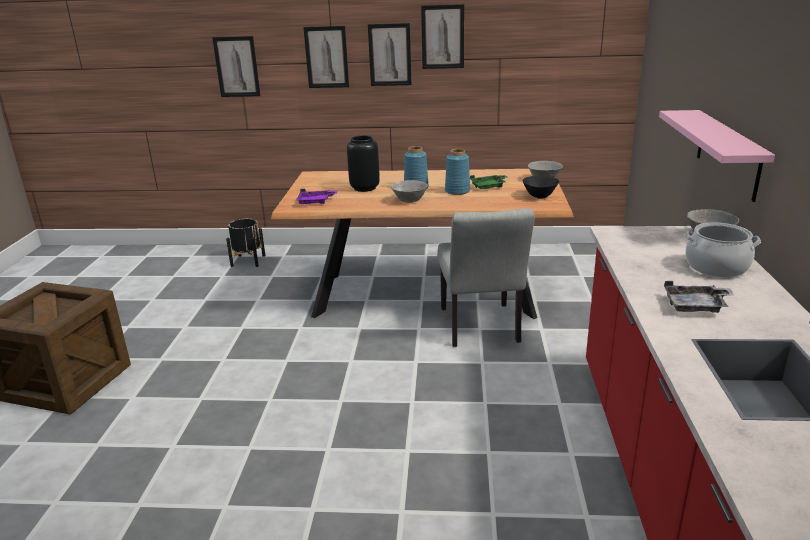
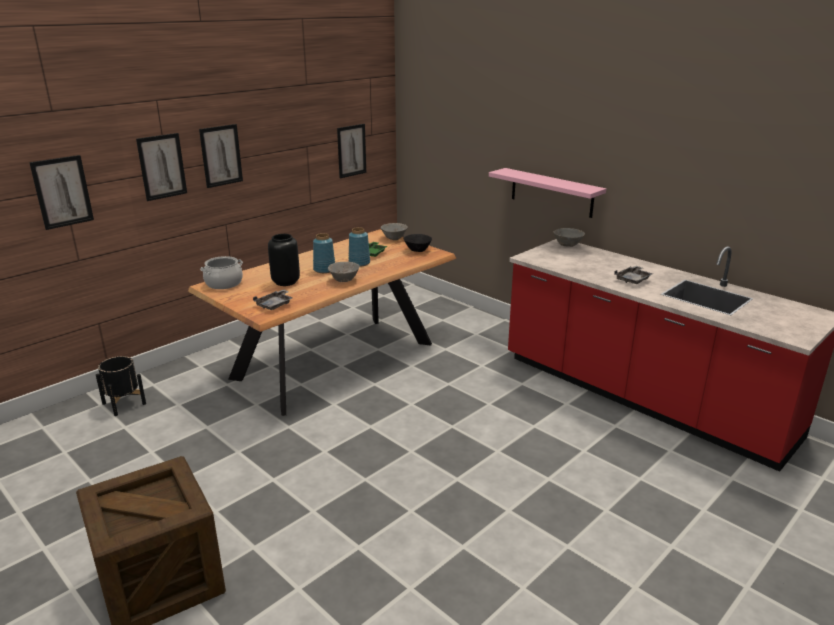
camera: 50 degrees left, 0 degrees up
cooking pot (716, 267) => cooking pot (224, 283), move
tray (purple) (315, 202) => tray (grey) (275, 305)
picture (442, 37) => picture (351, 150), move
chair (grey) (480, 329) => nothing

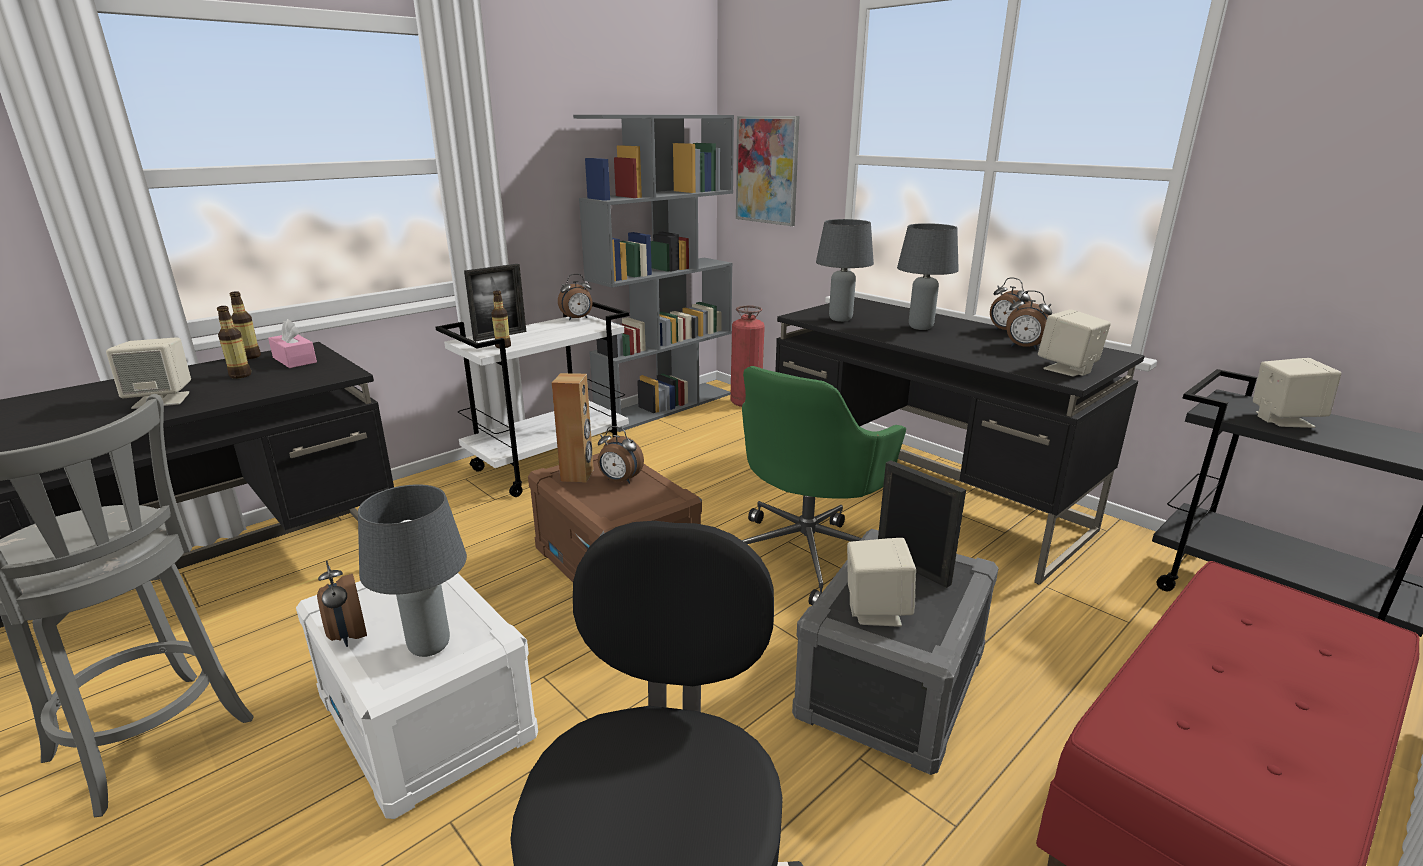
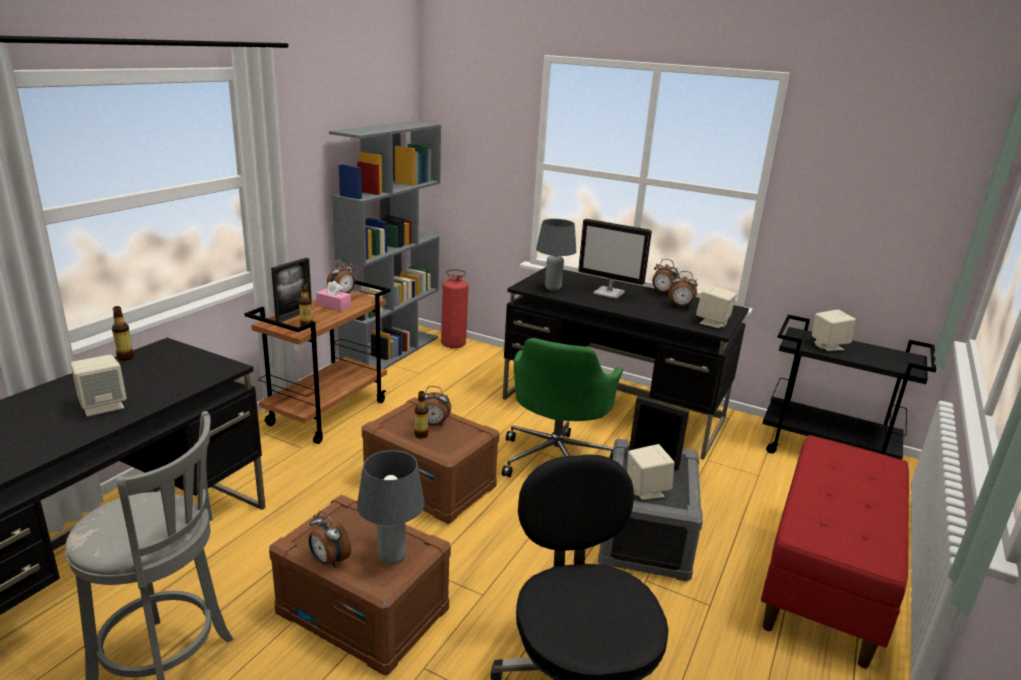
camera: 20 degrees left, 0 degrees up
cart (white) (550, 463) => cart (brown) (328, 412)
storage box (white) (428, 717) => storage box (brown) (364, 611)
tissue box (pink) (294, 360) => tissue box (pink) (334, 305), move
bottle (240, 375) => bottle (421, 435), move
table lamp (grey) (921, 327) => monitor (609, 293)
speaker (brown) (577, 475) => nothing
picture (767, 170) => nothing

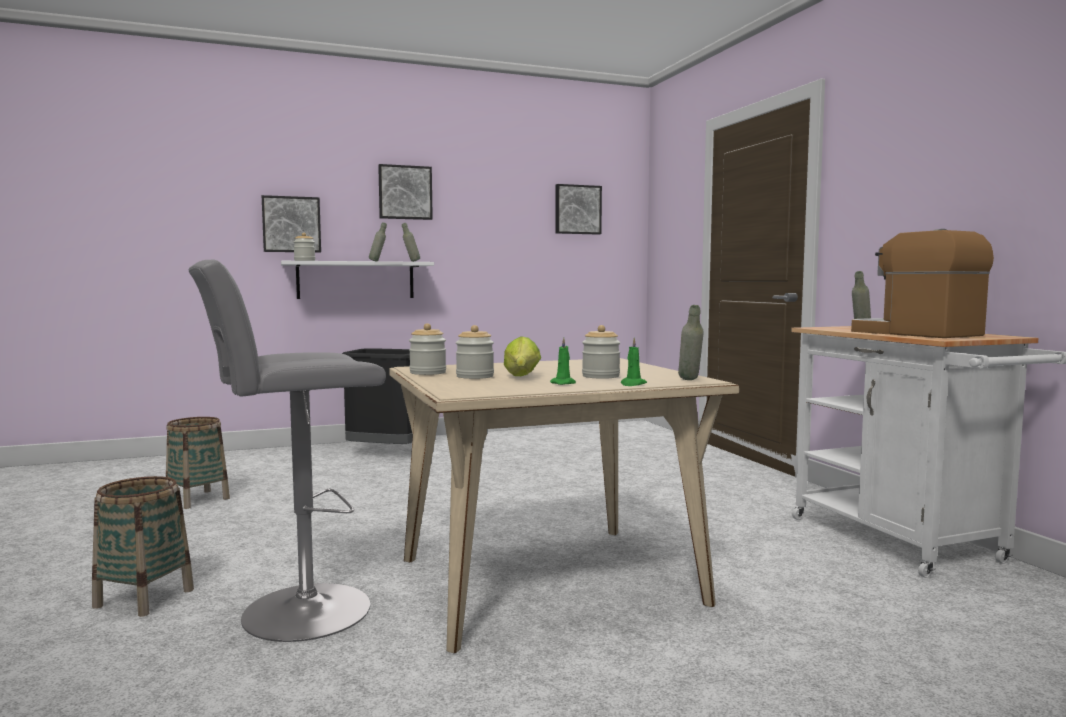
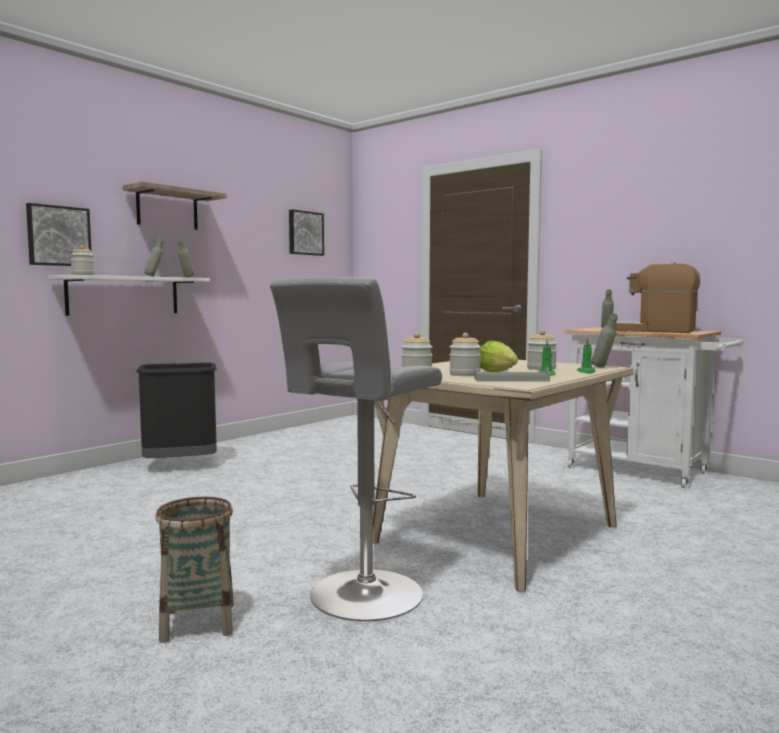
camera: 30 degrees left, 0 degrees up
picture (405, 192) => shelf (167, 209)
nothing => tray (grey) (511, 380)
basket (197, 499) => nothing

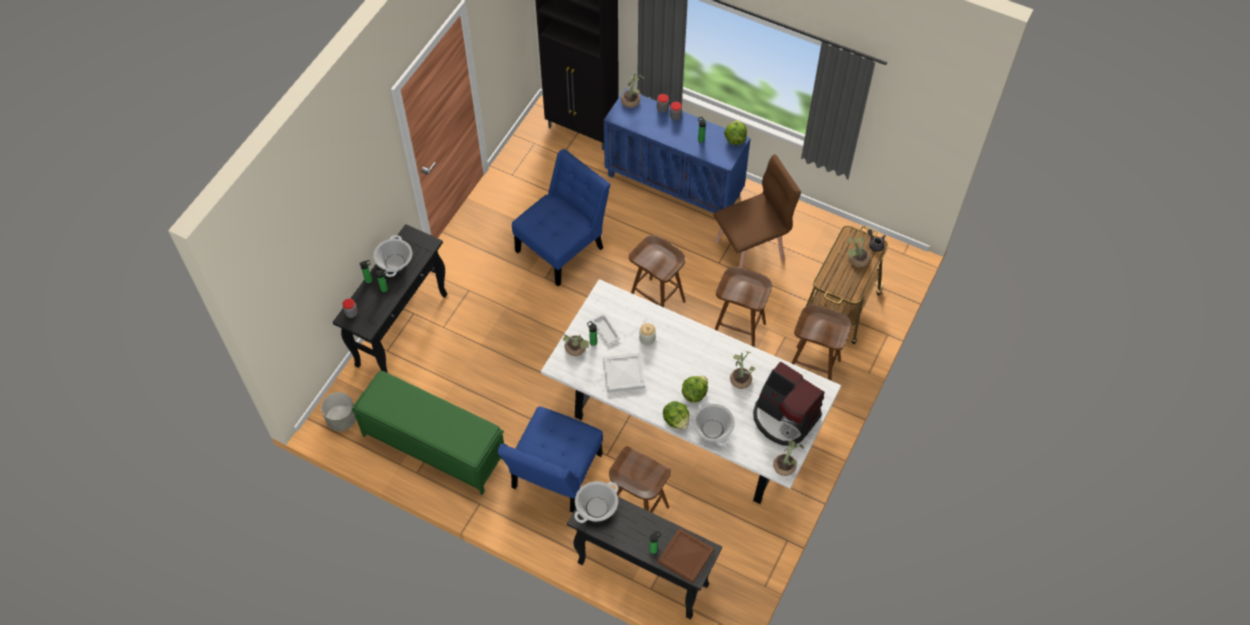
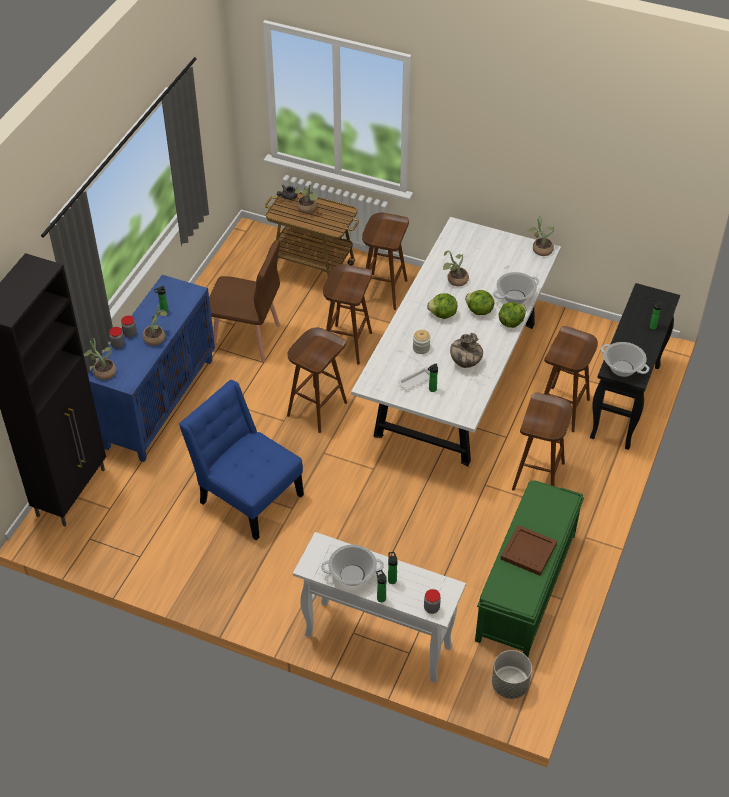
camera: 95 degrees left, 10 degrees down
potted plant (576, 350) => potted plant (157, 337), move
chair (brown) (750, 250) => chair (brown) (246, 338), 135 degrees clockwise
console table (black) (402, 329) => console table (white) (376, 641)
lettuce (735, 139) => lettuce (442, 315), move
tray (white) (624, 373) => vase (465, 362)
tray (brown) (684, 556) => tray (brown) (529, 552), move
chair (blue) (554, 475) => stool (brown) (538, 477)
coffee machine (784, 417) => nothing

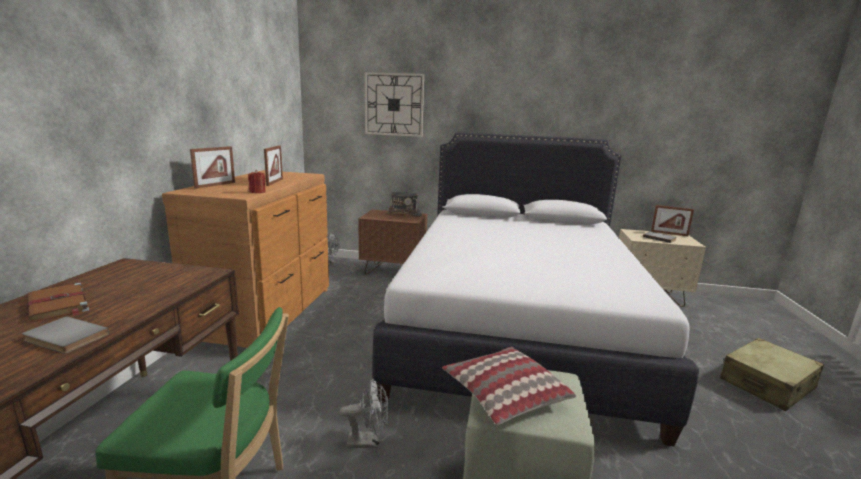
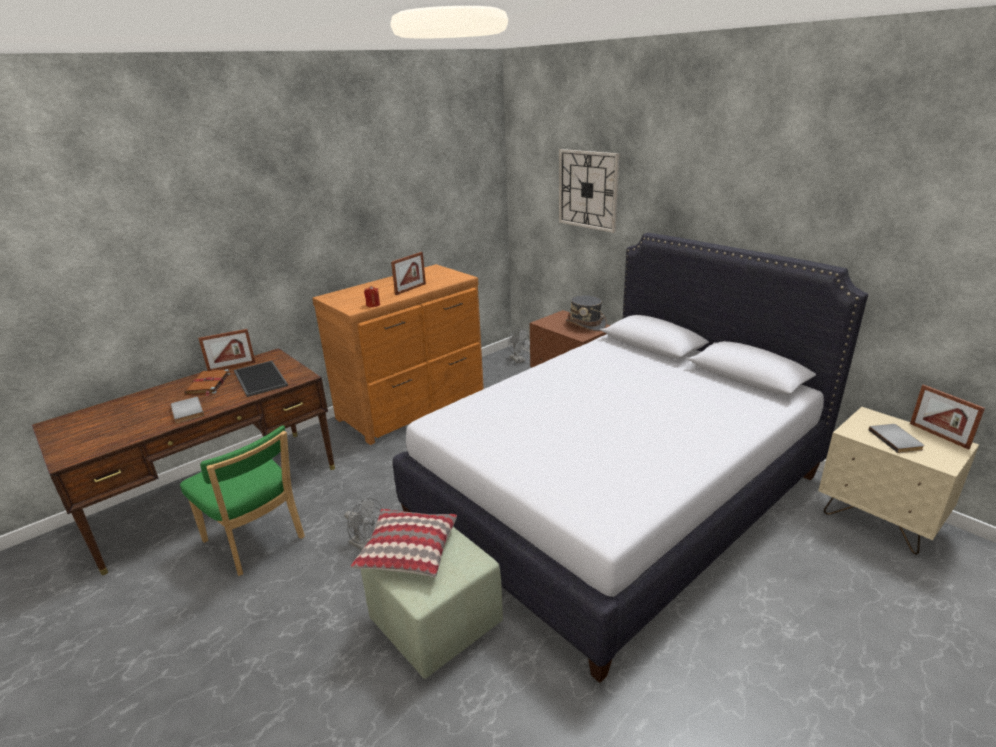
camera: 40 degrees right, 10 degrees up
picture frame (215, 185) => picture frame (232, 367), move
nothing => tray (259, 378)
suitcase (beige) (767, 384) => nothing

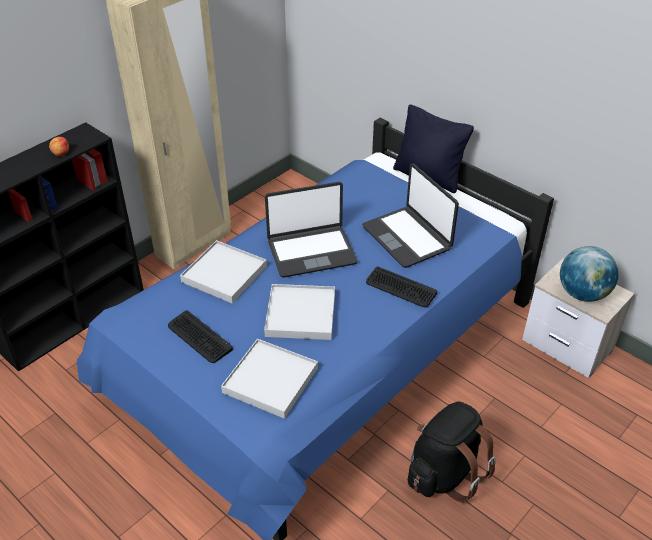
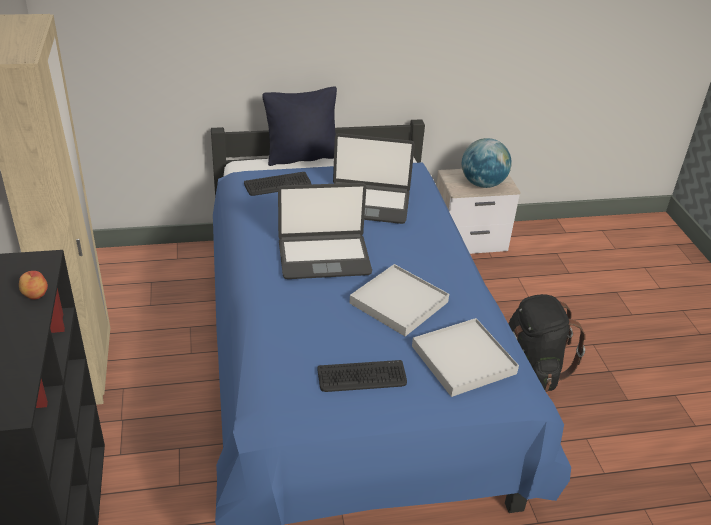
camera: 55 degrees left, 5 degrees down
keyboard (400, 288) => keyboard (278, 185), move
laptop (311, 252) => laptop (324, 257), 60 degrees clockwise
tray (white) (224, 274) => nothing

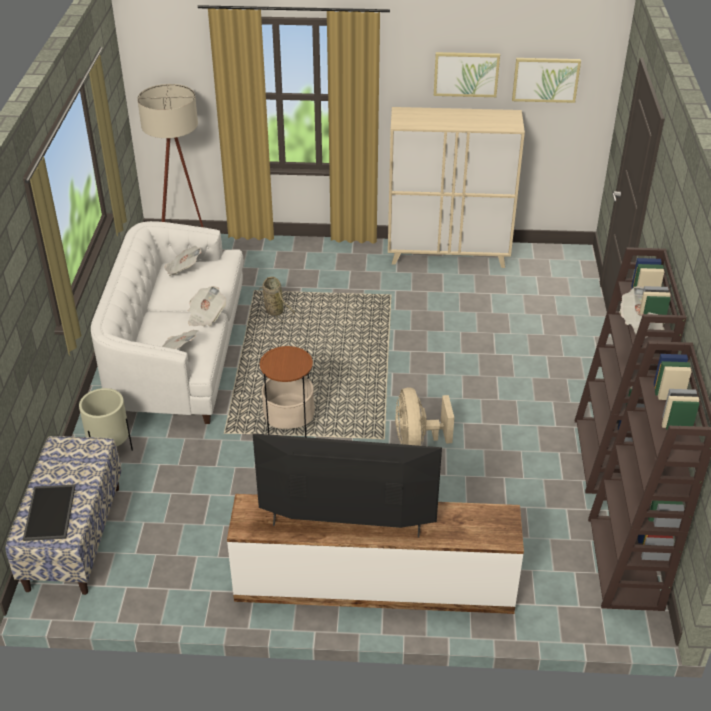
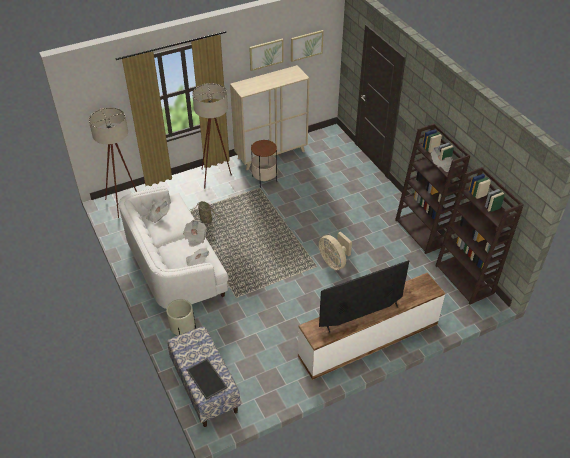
camera: 30 degrees left, 5 degrees up
nothing => floor lamp (beige) (216, 177)
side table (289, 425) => side table (264, 179), move

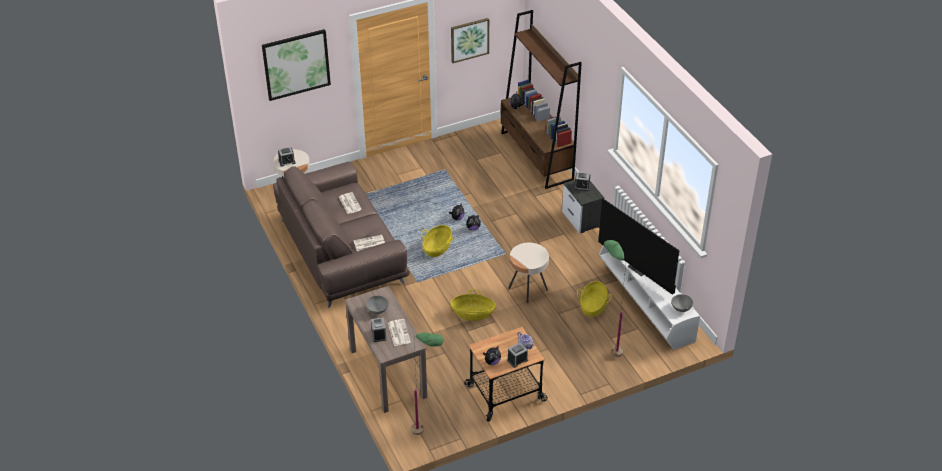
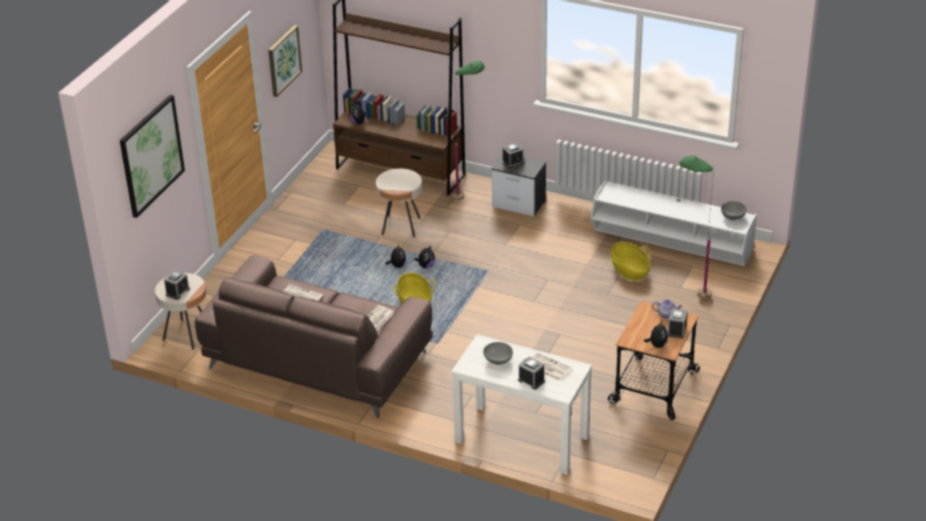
camera: 40 degrees left, 5 degrees down
side table (beige) (528, 289) => side table (beige) (401, 226), move
floor lamp (green) (428, 435) => floor lamp (green) (468, 197), move
console table (brown) (387, 373) => console table (white) (521, 439)
basket (472, 314) => nothing
television (639, 268) => nothing

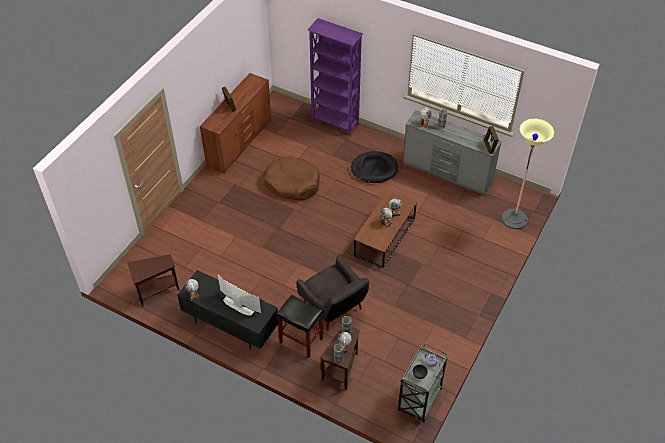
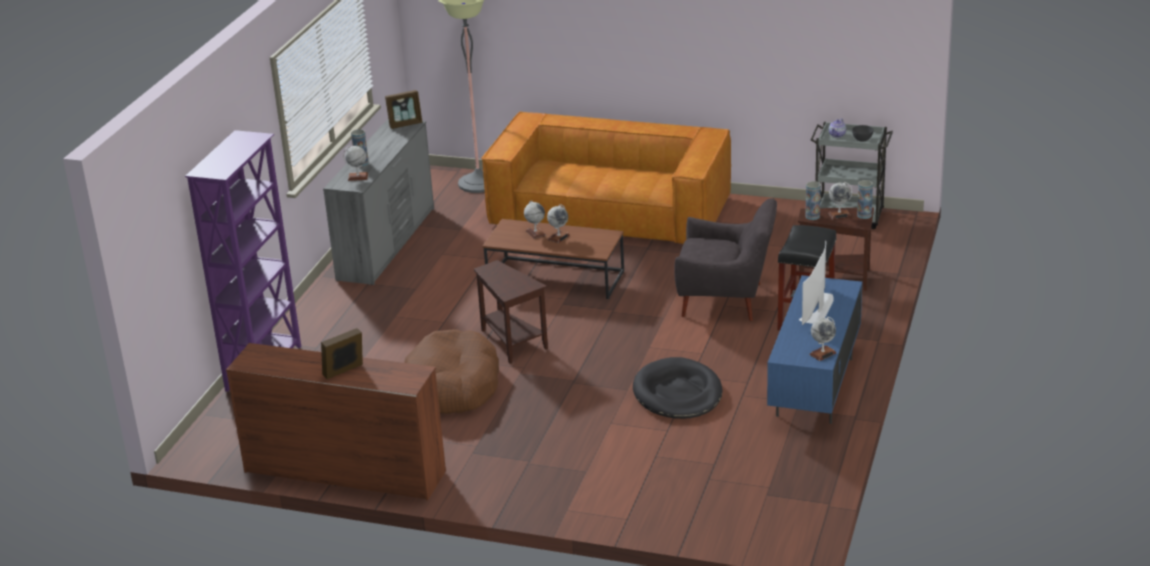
camera: 100 degrees left, 20 degrees down
side table (brown) (156, 291) => side table (brown) (512, 343), move
nothing => sofa (brown) (610, 212)
dog bed (black) (374, 169) => dog bed (black) (677, 393), move
armchair (grey) (334, 308) => armchair (grey) (726, 301), 60 degrees clockwise
tv stand (black) (230, 325) => tv stand (blue) (815, 388)

